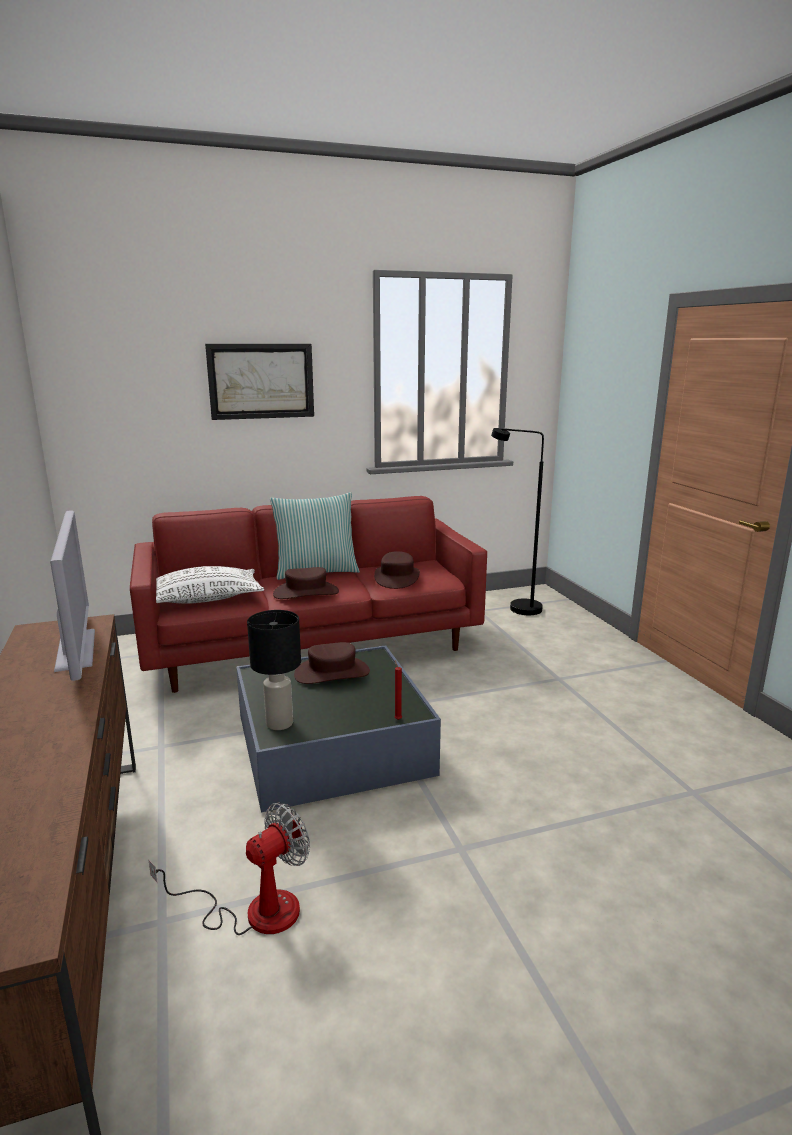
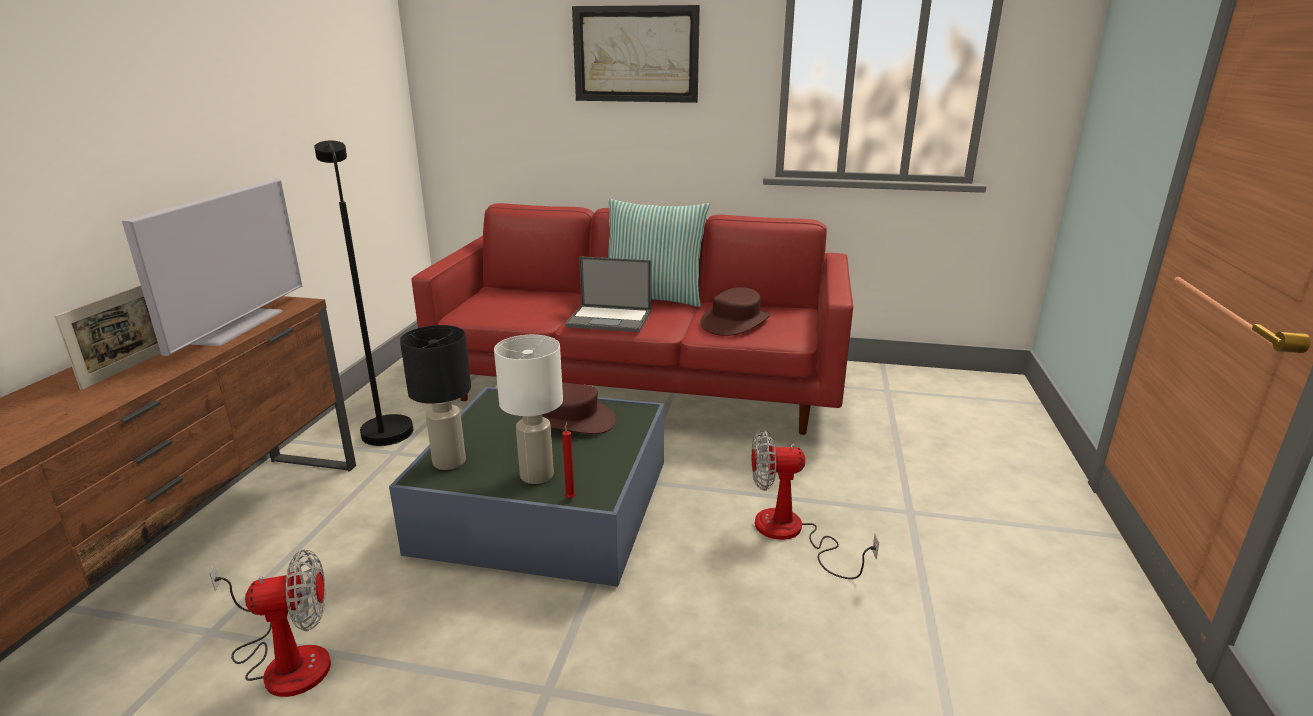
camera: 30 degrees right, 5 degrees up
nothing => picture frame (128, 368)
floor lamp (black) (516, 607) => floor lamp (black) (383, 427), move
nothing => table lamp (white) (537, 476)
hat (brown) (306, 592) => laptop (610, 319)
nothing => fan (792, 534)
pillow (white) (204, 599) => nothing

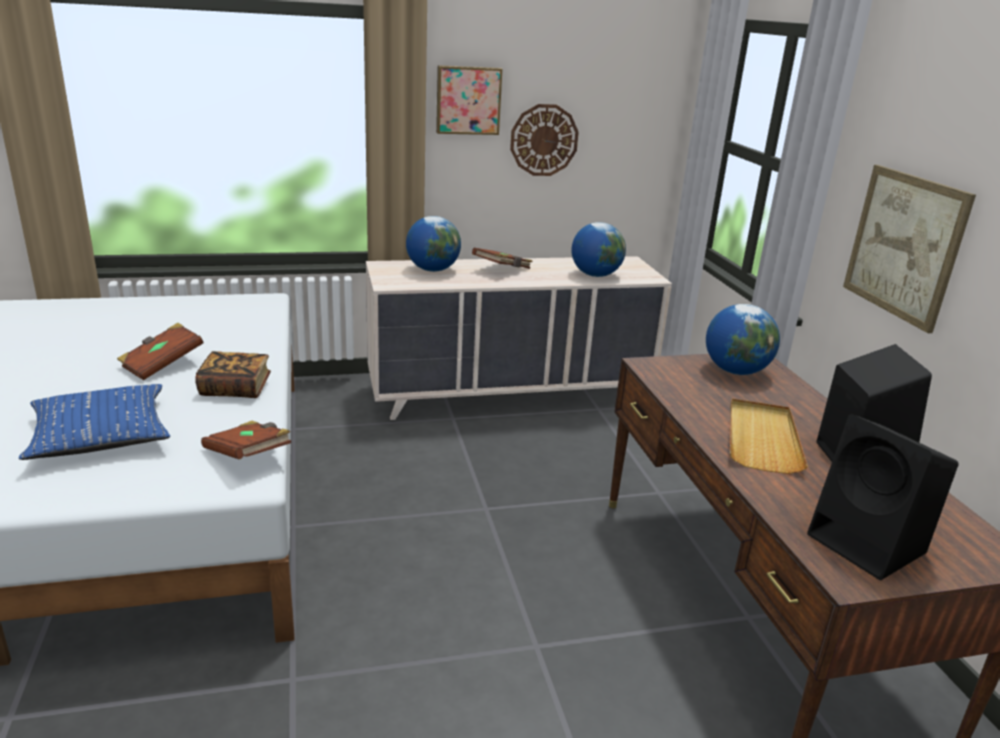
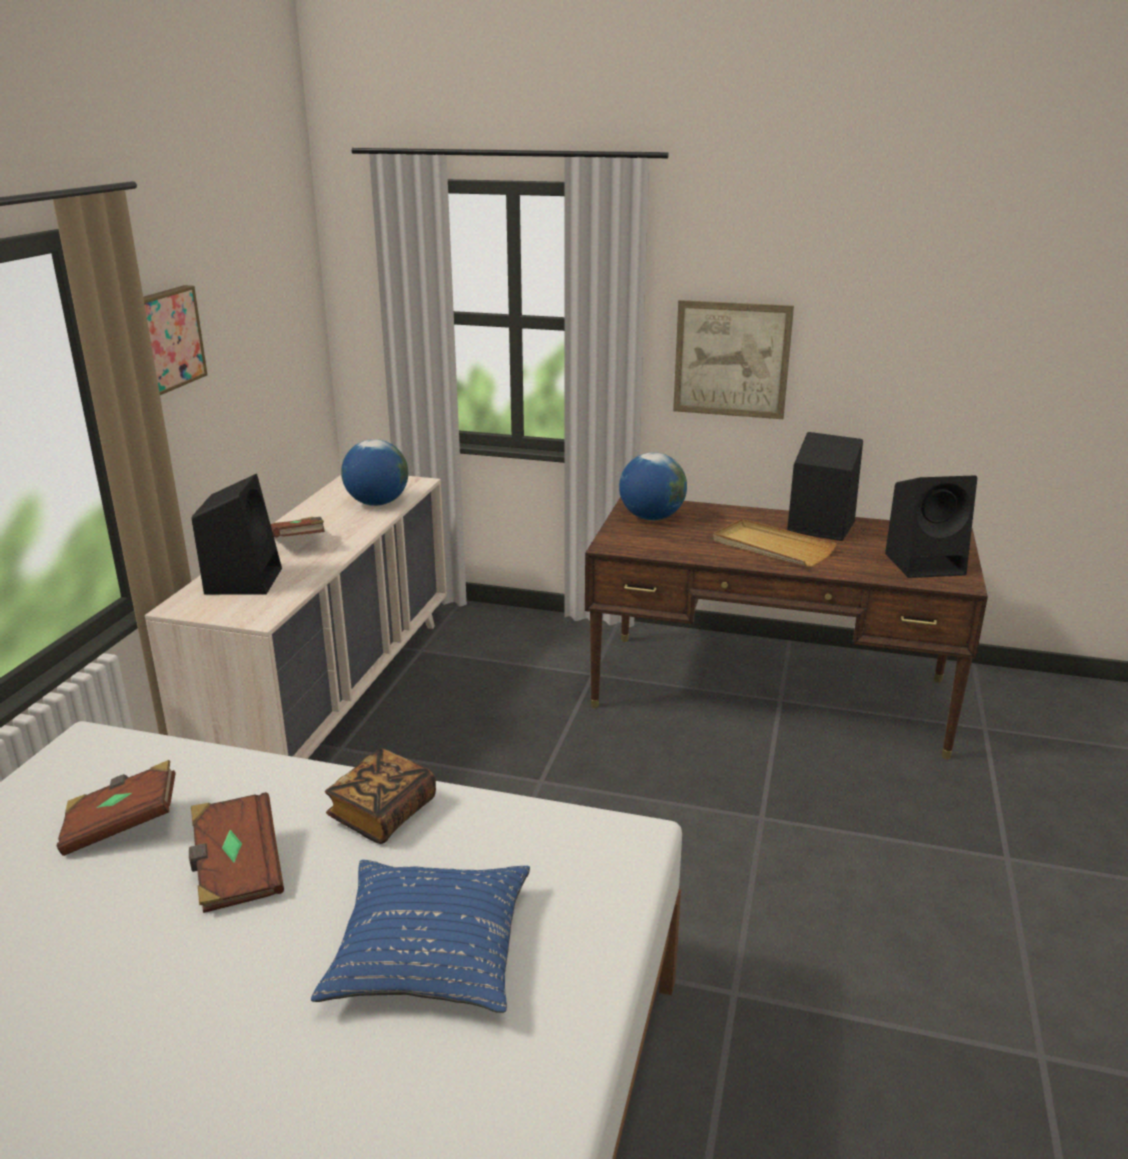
camera: 60 degrees left, 0 degrees up
book (brown) (249, 455) => book (brown) (122, 825), move
globe (433, 270) => speaker (black) (243, 580)
wall clock (544, 140) => nothing

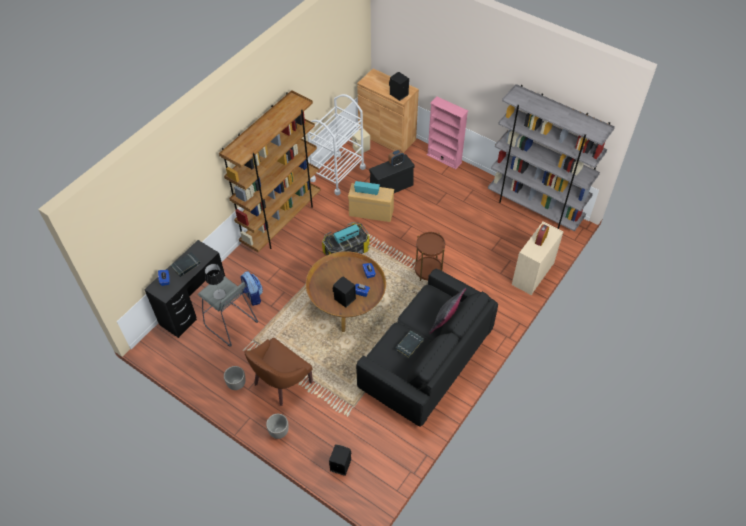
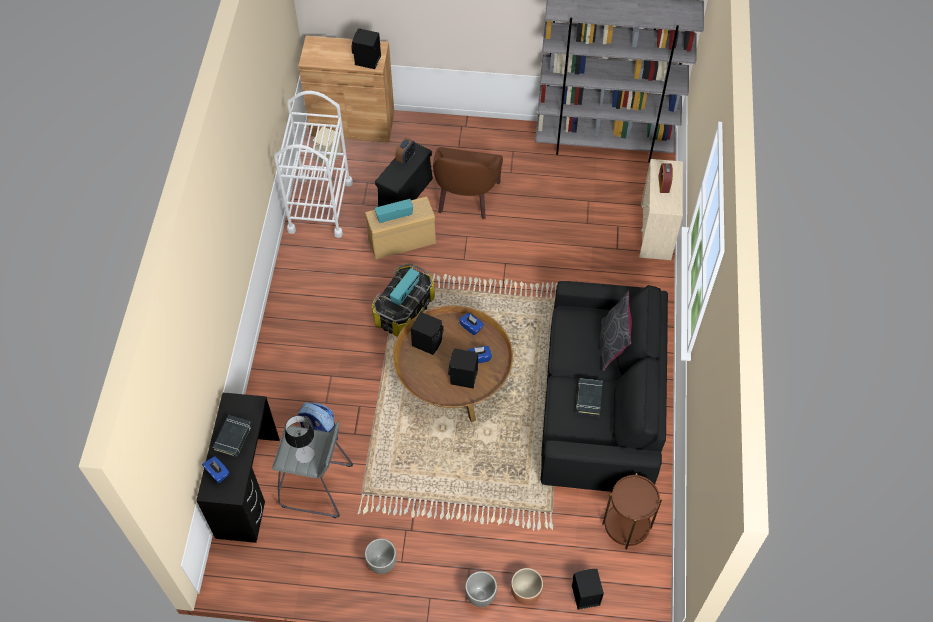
camera: 30 degrees left, 5 degrees up
nothing => speaker (black) (428, 341)
armchair (brown) (280, 382) => armchair (brown) (465, 197), move
nothing => planter (brown) (526, 592)
side table (brown) (428, 271) => side table (brown) (626, 526), move
bookcase (brown) (281, 221) => nothing
bookcase (pink) (444, 158) => nothing

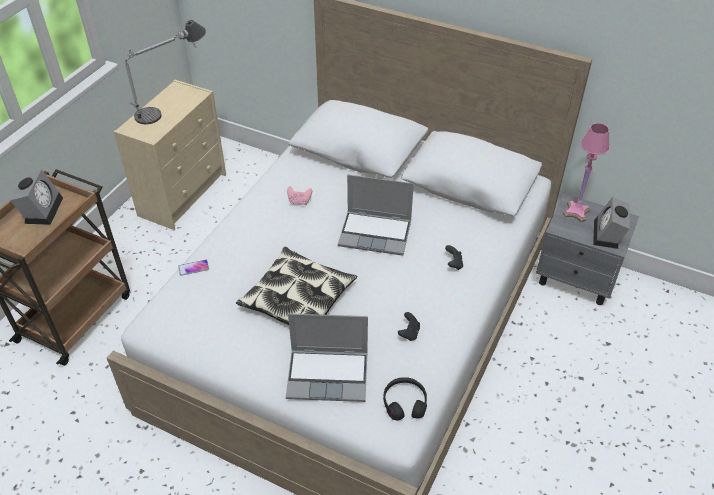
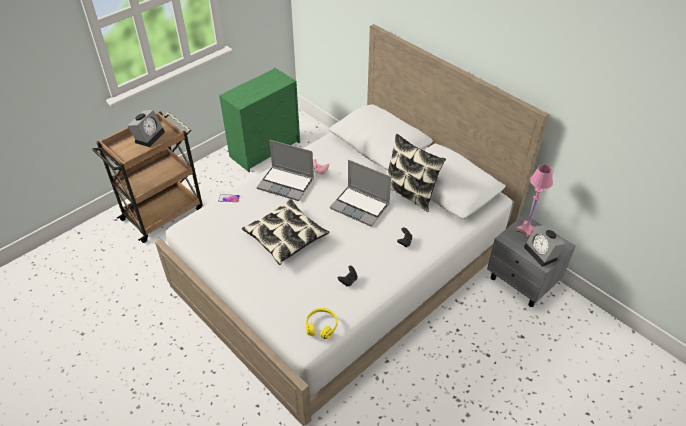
camera: 20 degrees right, 0 degrees up
dresser (beige) (183, 194) => dresser (green) (266, 149)
laptop (329, 375) => laptop (286, 184), move
headphones (black) (404, 403) => headphones (yellow) (321, 326)
nothing => pillow (409, 193)
alarm clock (608, 235) => alarm clock (542, 253), 60 degrees counterclockwise
table lamp (172, 105) => nothing

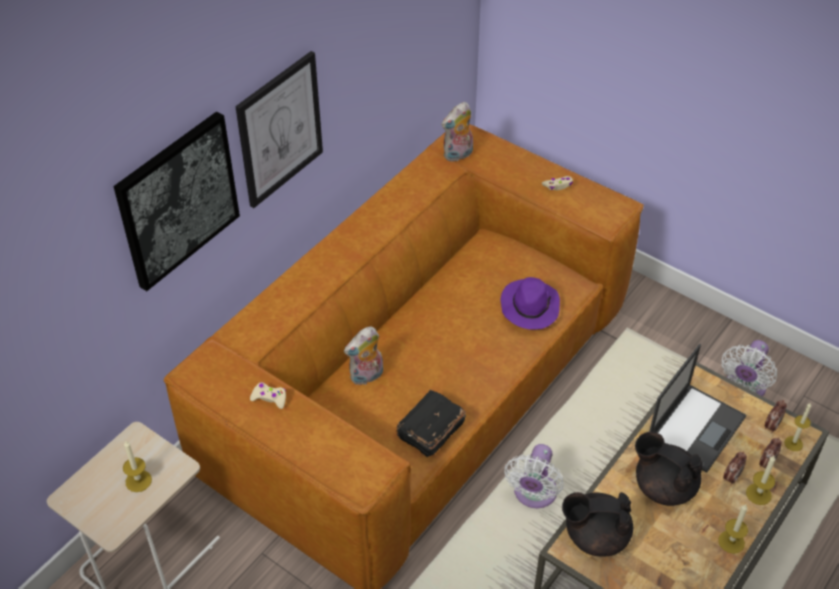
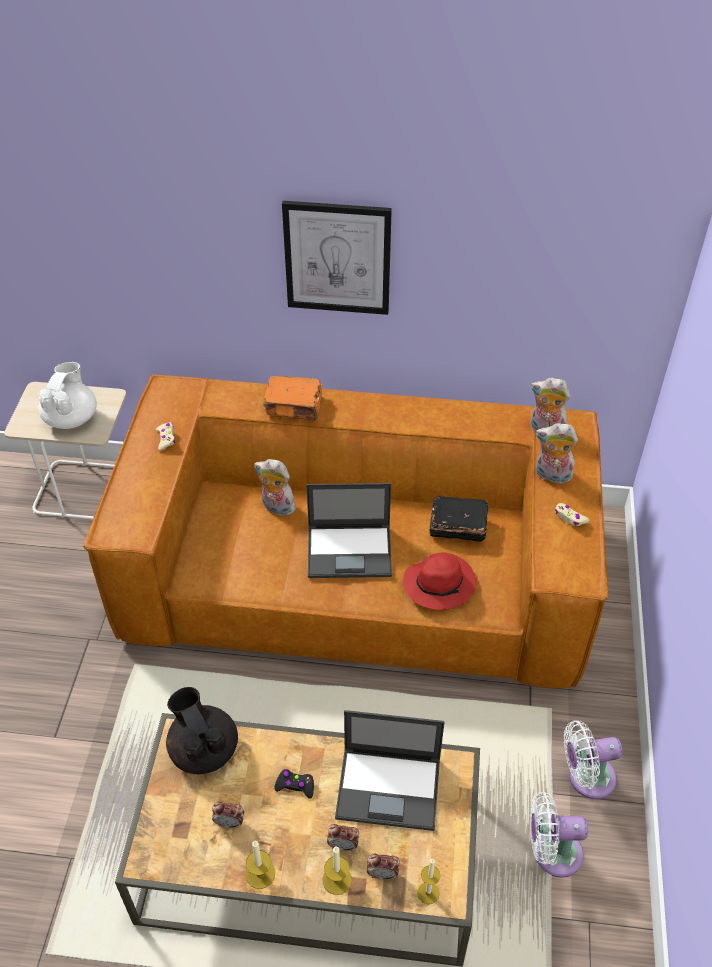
camera: 60 degrees right, 0 degrees up
candle (138, 481) => teapot (white) (71, 418)
alarm clock (771, 426) => alarm clock (230, 823), move
nothing => book (orange) (294, 406)
teapot (black) (663, 486) => game controller (black) (295, 785)
nothing => laptop (350, 551)
hat (purple) (529, 306) => hat (red) (440, 584)
book (black) (430, 431) => book (black) (457, 526), move
nothing => plush toy (551, 476)
fan (white) (533, 495) => fan (white) (586, 778), move
picture (177, 200) => nothing

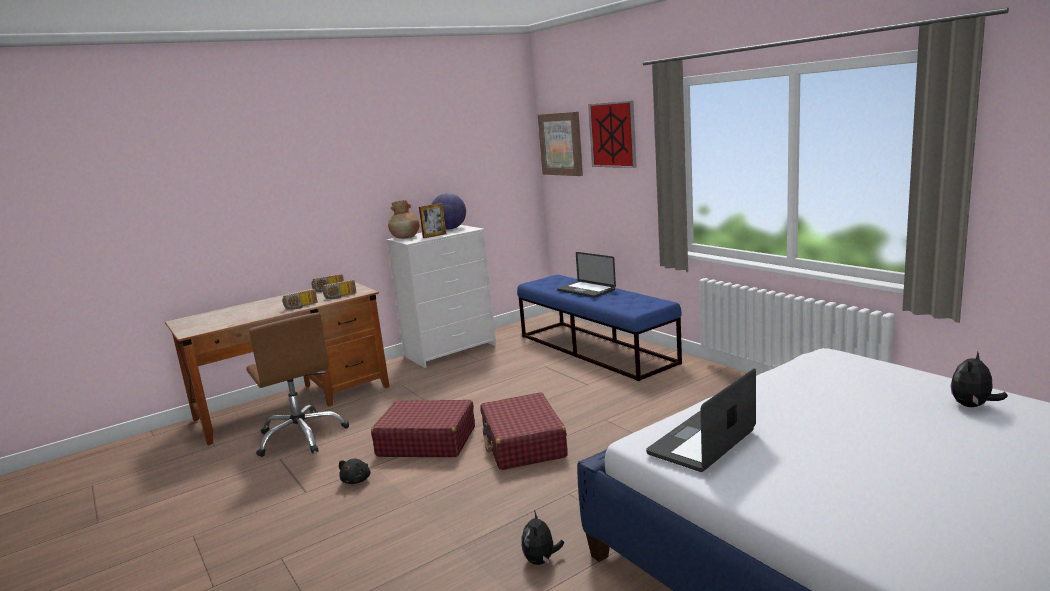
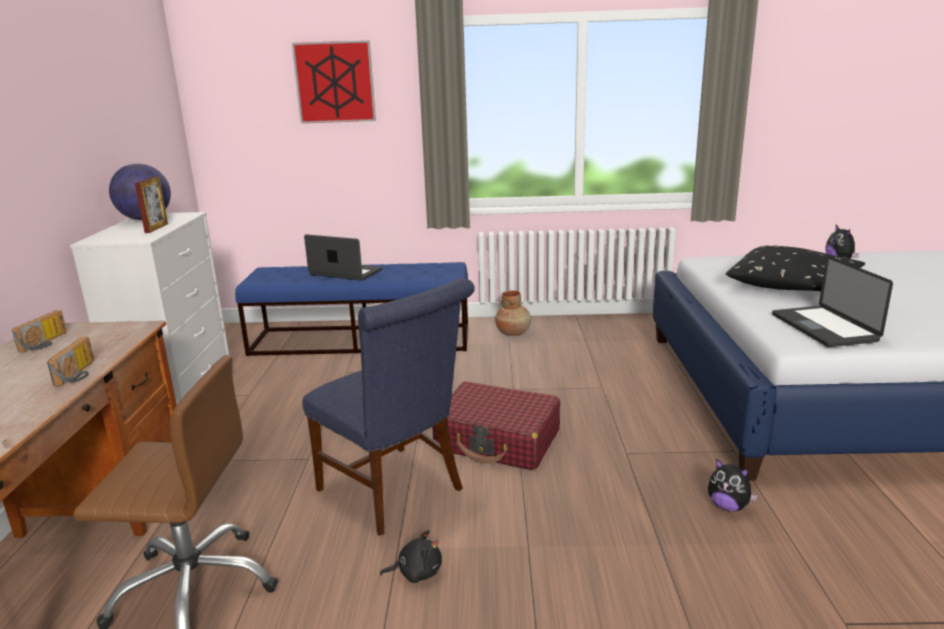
camera: 55 degrees left, 5 degrees up
suitcase (red) (426, 441) => chair (blue) (396, 492)
laptop (586, 290) => laptop (345, 273), 150 degrees counterclockwise
plush toy (black) (357, 480) => plush toy (black) (417, 572), 60 degrees counterclockwise
vase (brown) (406, 237) => vase (brown) (513, 333), move
nothing => pillow (black) (794, 285)
radio (340, 296) => nothing
picture (561, 144) => nothing

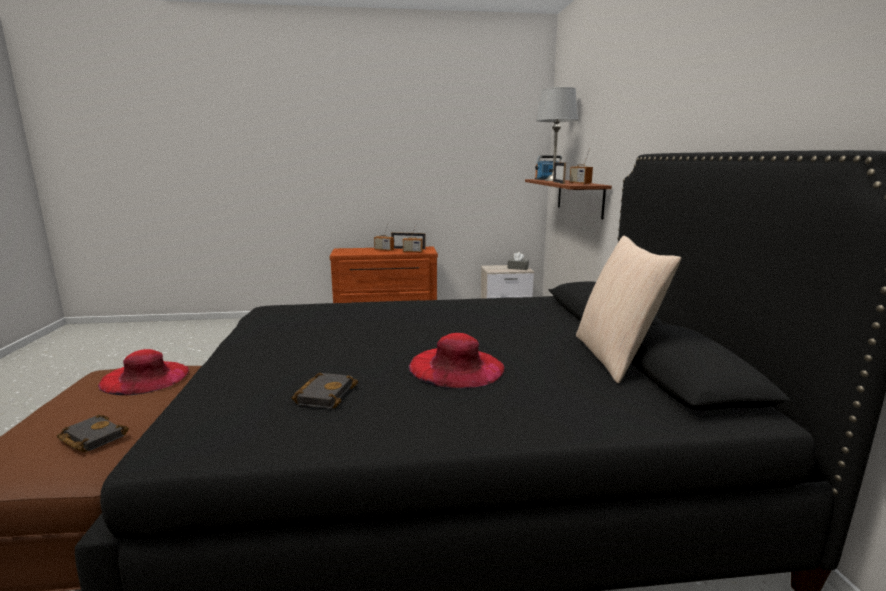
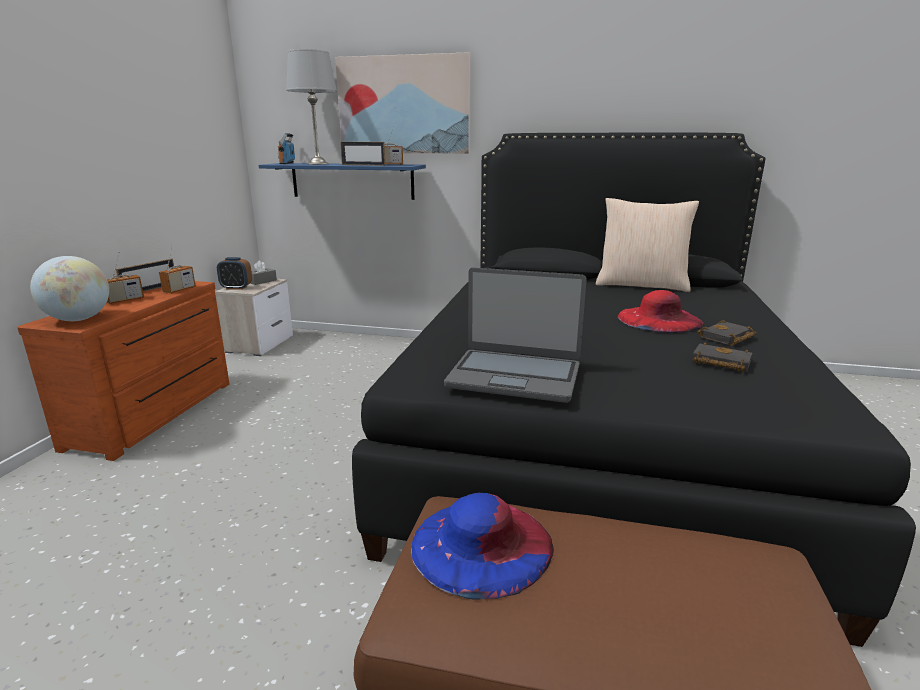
camera: 70 degrees left, 5 degrees up
nothing => globe (78, 319)
nothing => alarm clock (236, 288)
shelf (brown) (579, 197) => shelf (blue) (352, 181)
nothing => picture (404, 105)
hat (red) (145, 377) => hat (blue) (481, 544)
nothing => laptop (514, 376)
book (black) (90, 438) => book (black) (727, 338), move

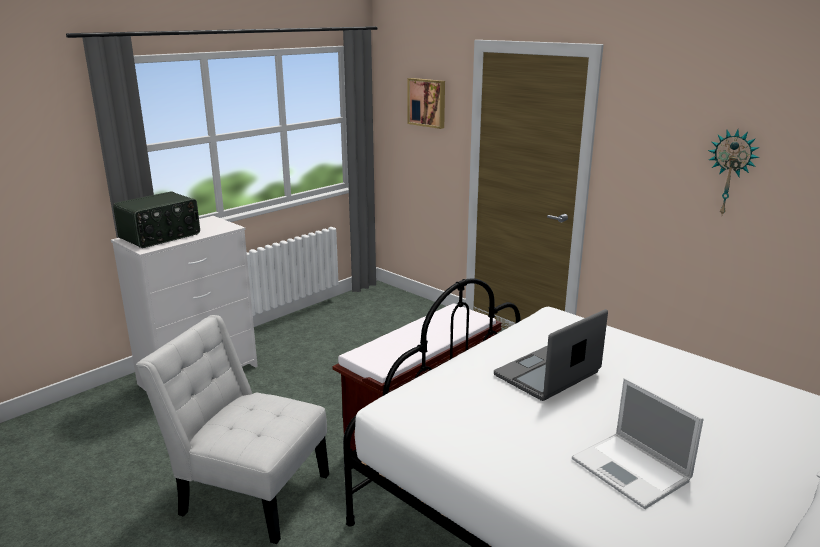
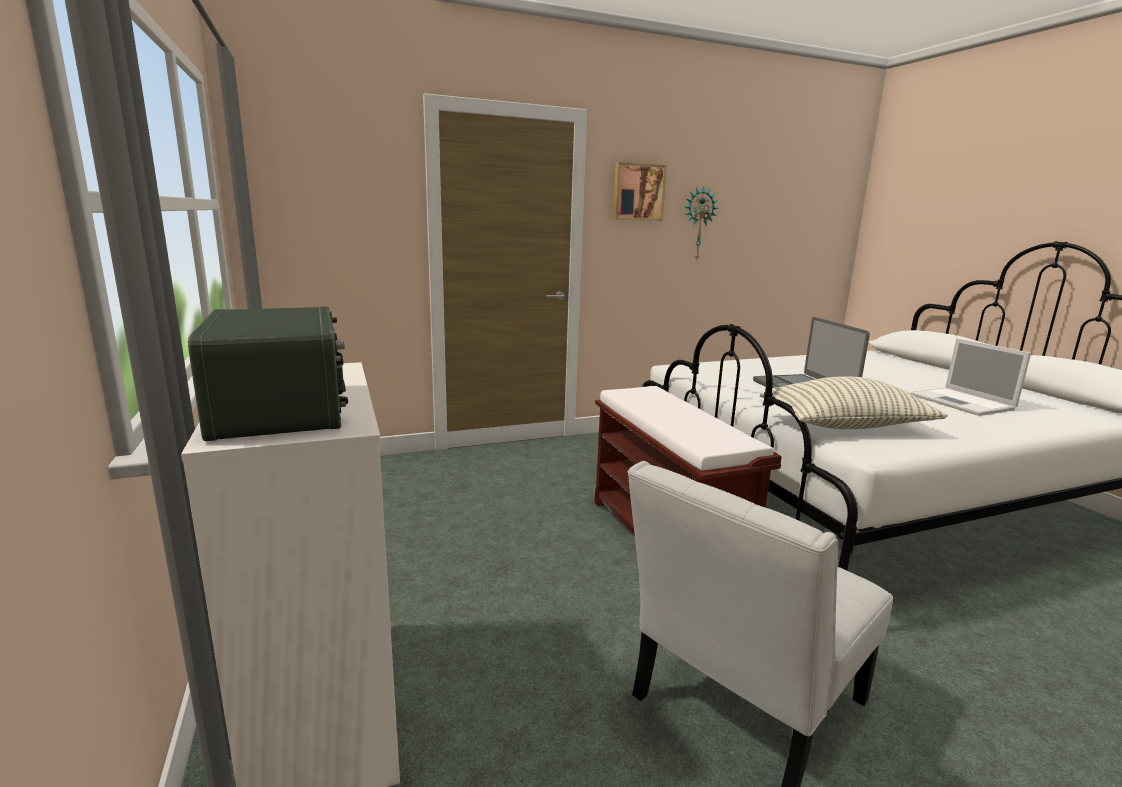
camera: 65 degrees left, 5 degrees down
picture (427, 102) => picture (638, 192), move
nothing => pillow (845, 426)
laptop (632, 470) => laptop (963, 402), 75 degrees clockwise

